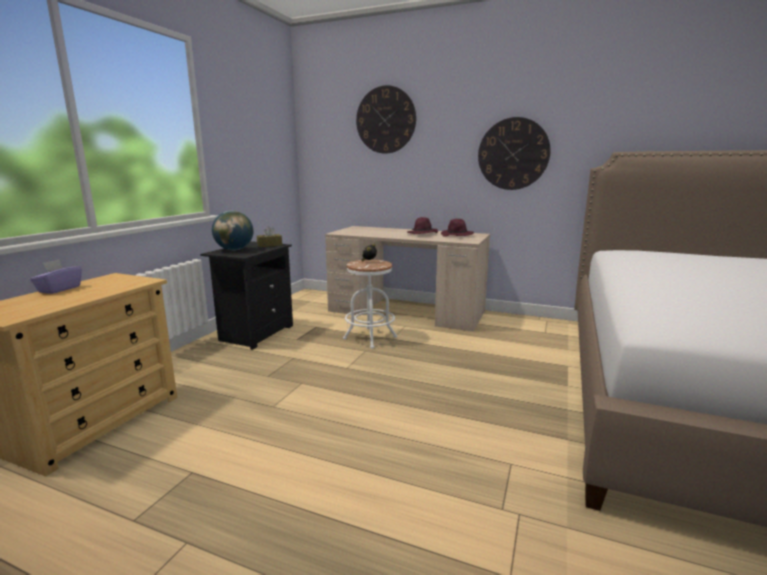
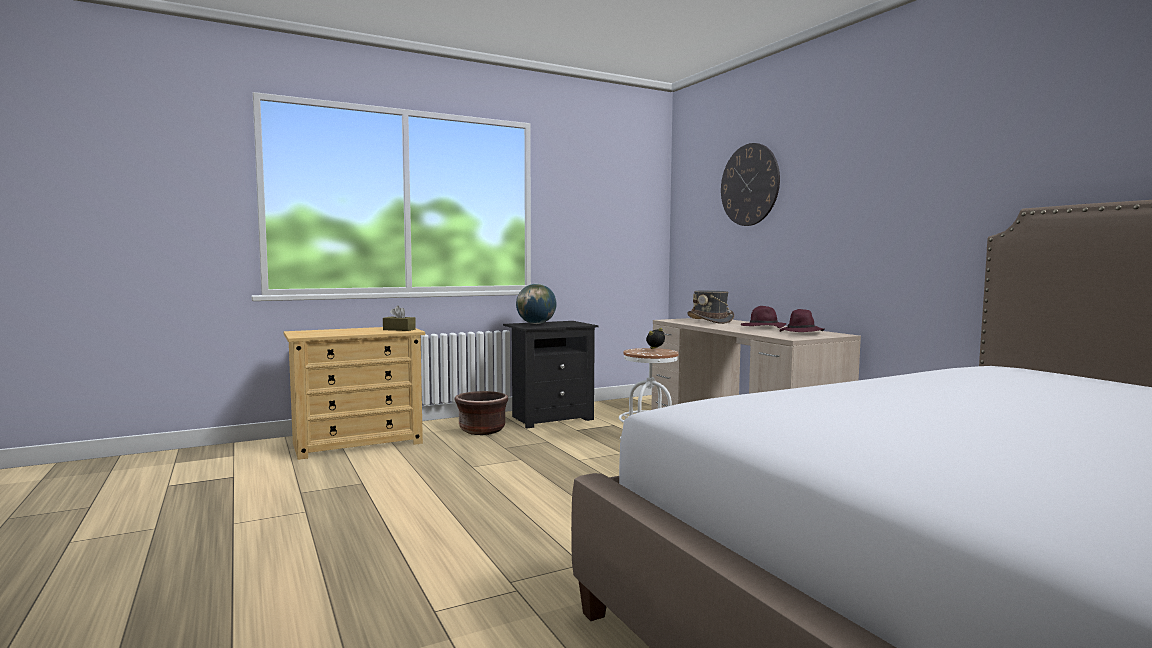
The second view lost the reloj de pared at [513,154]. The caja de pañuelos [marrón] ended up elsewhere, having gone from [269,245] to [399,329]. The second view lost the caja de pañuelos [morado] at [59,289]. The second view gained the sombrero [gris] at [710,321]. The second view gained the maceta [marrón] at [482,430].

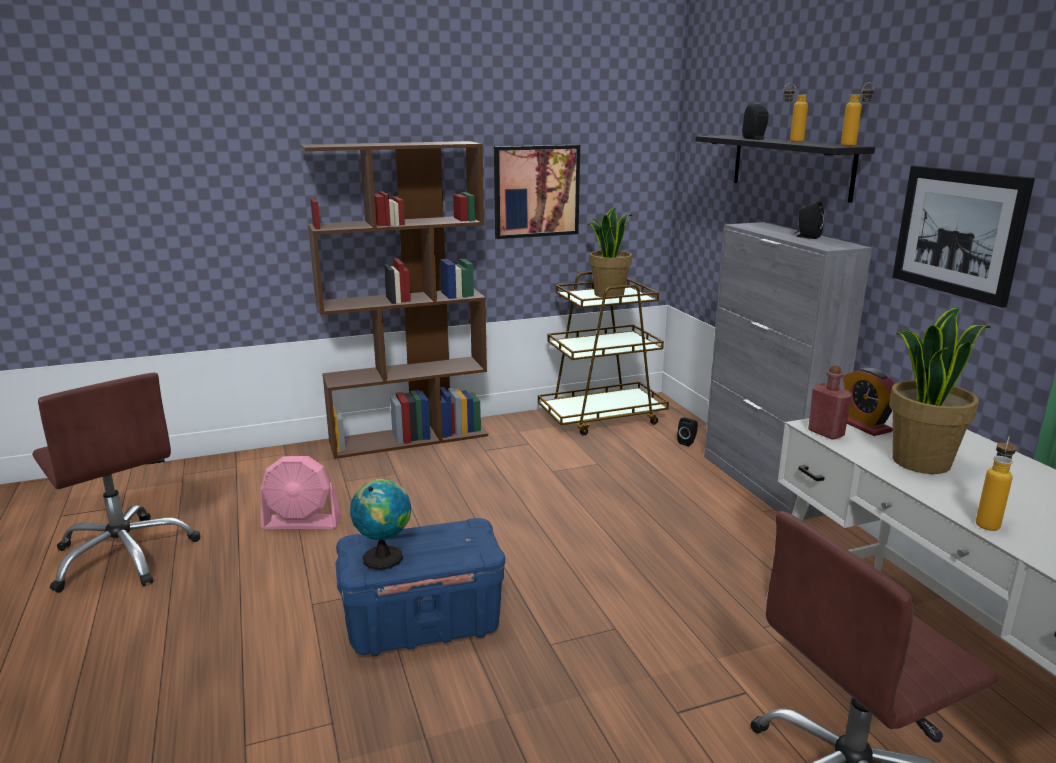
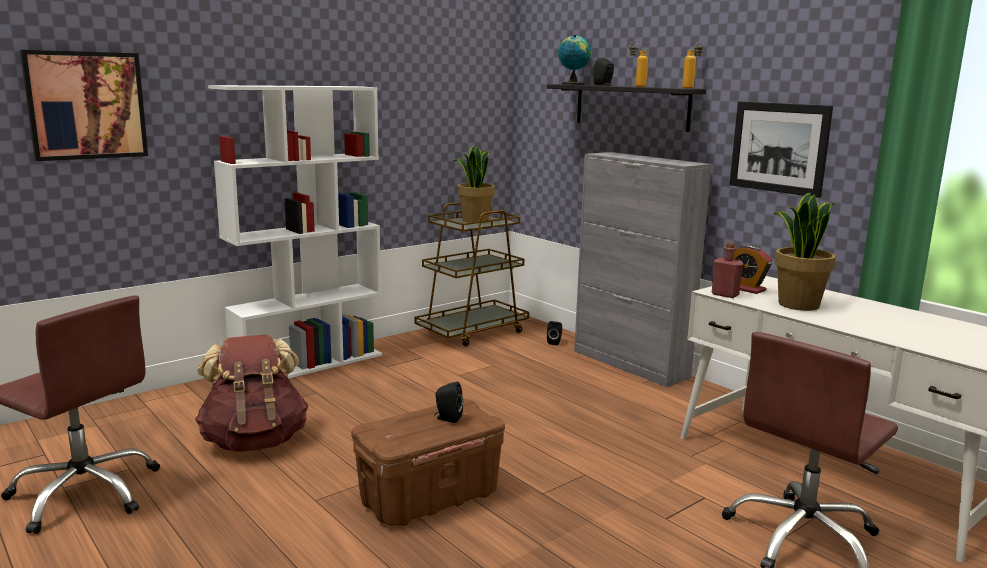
What was the estantería [marrón] at [409,438] turned into the estantería [blanco] at [309,364]. The cuadro ended up elsewhere, having gone from [536,191] to [86,105]. The altavoz [negro] ended up elsewhere, having gone from [807,237] to [447,418]. The second view lost the botella at [988,521]. Where the ventilador [rosa] stood at [302,522], the mochila [marrón] came to stand at [255,441]. The globo terráqueo ended up elsewhere, having gone from [384,556] to [572,84]. What was the caja de almacenaje [azul] at [424,625] turned into the caja de almacenaje [marrón] at [429,497].

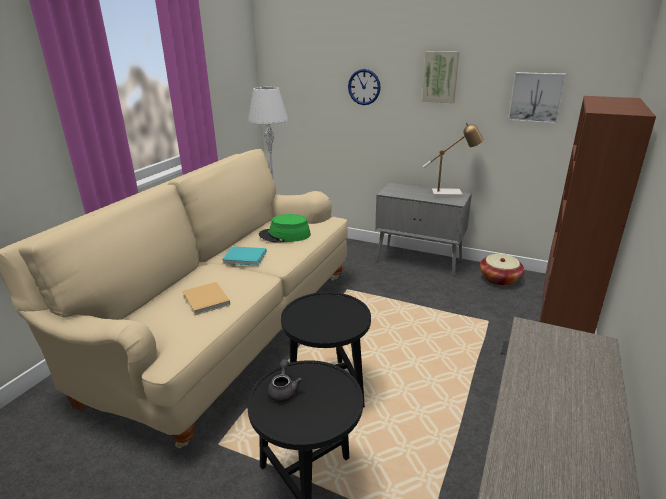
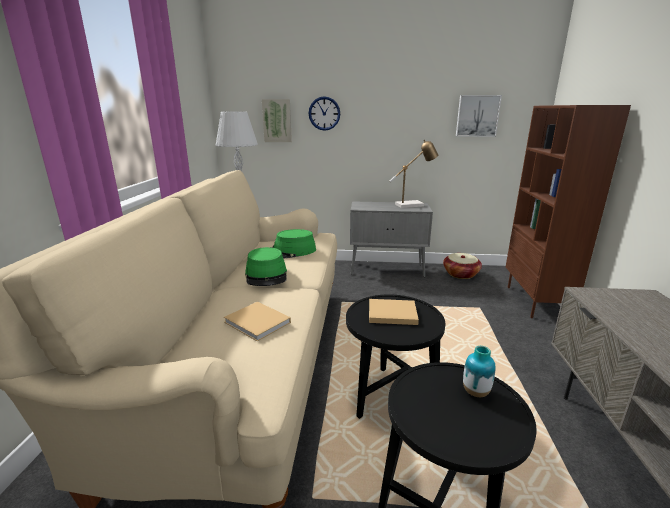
The cuadro ended up elsewhere, having gone from [440,77] to [277,121]. Where the libro [turquesa] stood at [246,257], the sombrero [verde] came to stand at [266,275]. The second view lost the tetera [gris] at [283,390]. The second view gained the libro [beis] at [390,313]. The second view gained the florero at [475,392].

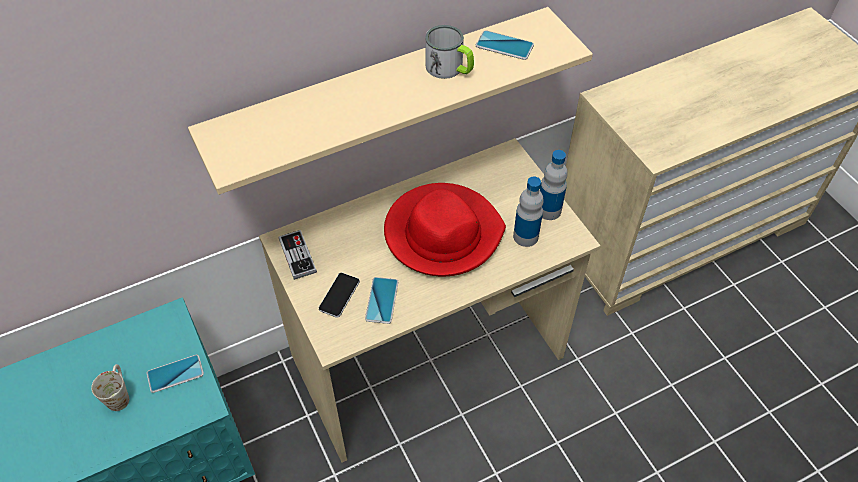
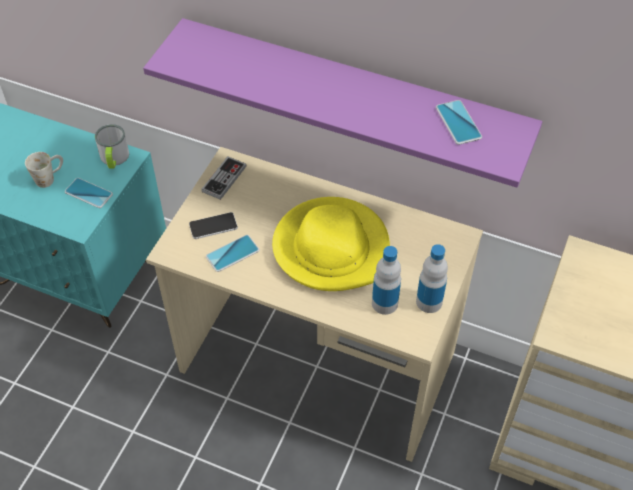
What was the estante [beis] at [381,95] turned into the estante [morado] at [352,98]. The taza grande ended up elsewhere, having gone from [450,69] to [114,159]. What was the sombrero [rojo] at [442,233] turned into the sombrero [amarillo] at [332,248].

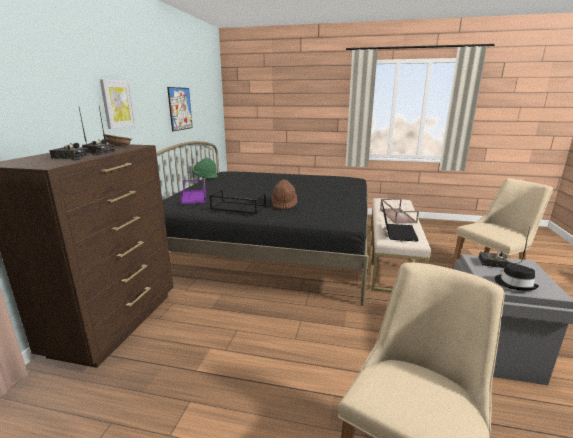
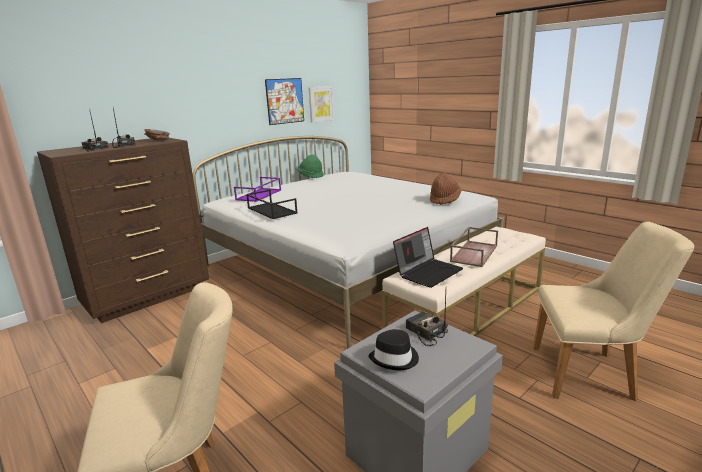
The cuadro ended up elsewhere, having gone from [117,104] to [320,104]. What was the cama [negro] at [271,246] turned into the cama [blanco] at [349,264]. The sombrero [marrón] ended up elsewhere, having gone from [284,204] to [444,200].

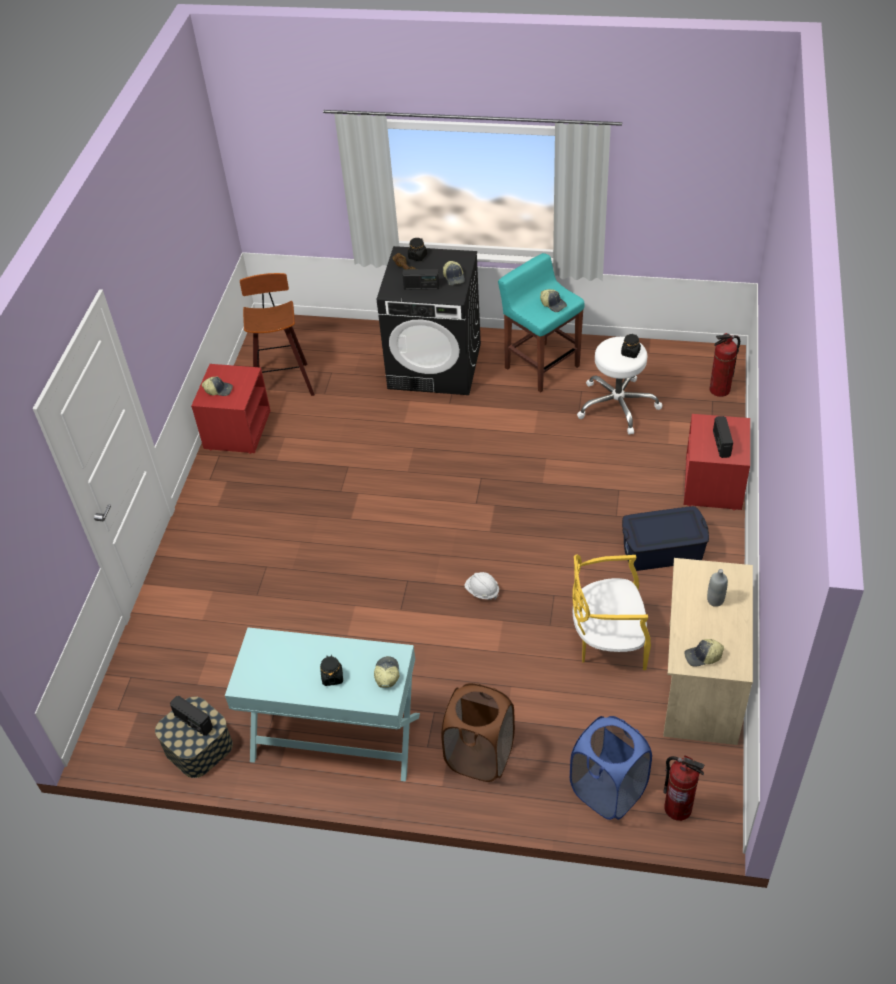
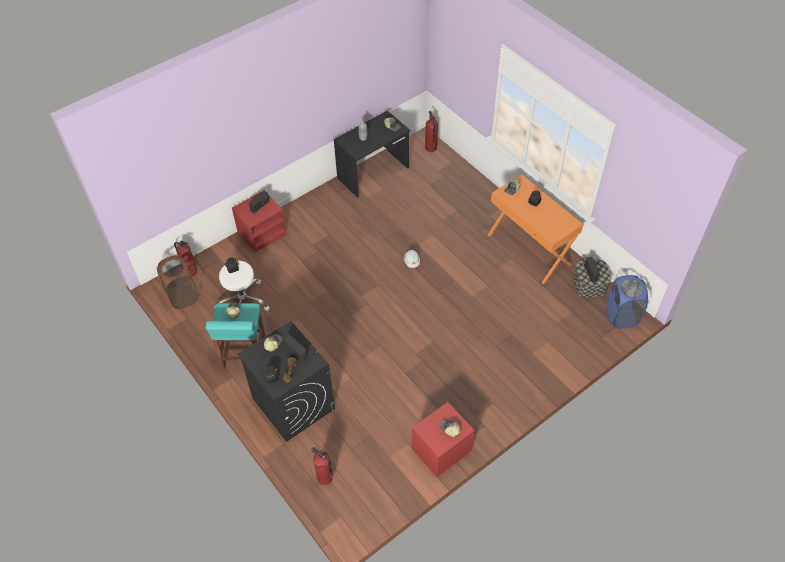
The second view lost the taburete at [282,381]. The second view lost the caja de almacenaje [azul] at [662,551]. The second view lost the silla [amarillo] at [608,641]. What was the escritorio [beis] at [700,682] turned into the escritorio [negro] at [373,173]. What was the mesa consola [turquesa] at [335,738] turned into the mesa consola [naranja] at [529,249]. The cesto de la ropa [marrón] ended up elsewhere, having gone from [479,756] to [182,296]. The cesto de la ropa [azul] ended up elsewhere, having gone from [608,791] to [621,316]. The second view gained the extintor at [324,477].

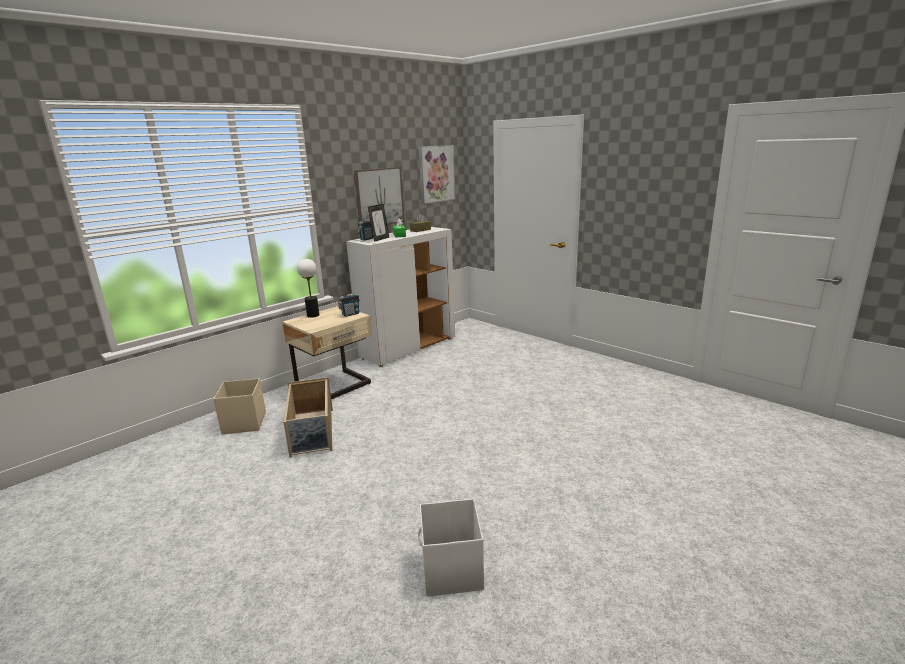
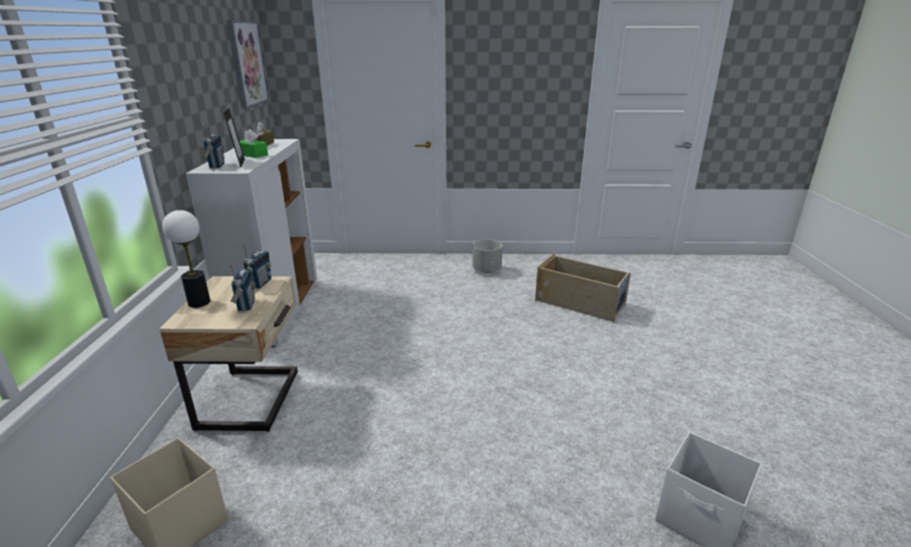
The second view lost the cuadro at [379,197]. The caja de almacenaje [beis] ended up elsewhere, having gone from [312,432] to [580,303]. The second view gained the maceta [gris] at [486,270]. The second view gained the radio at [246,305].

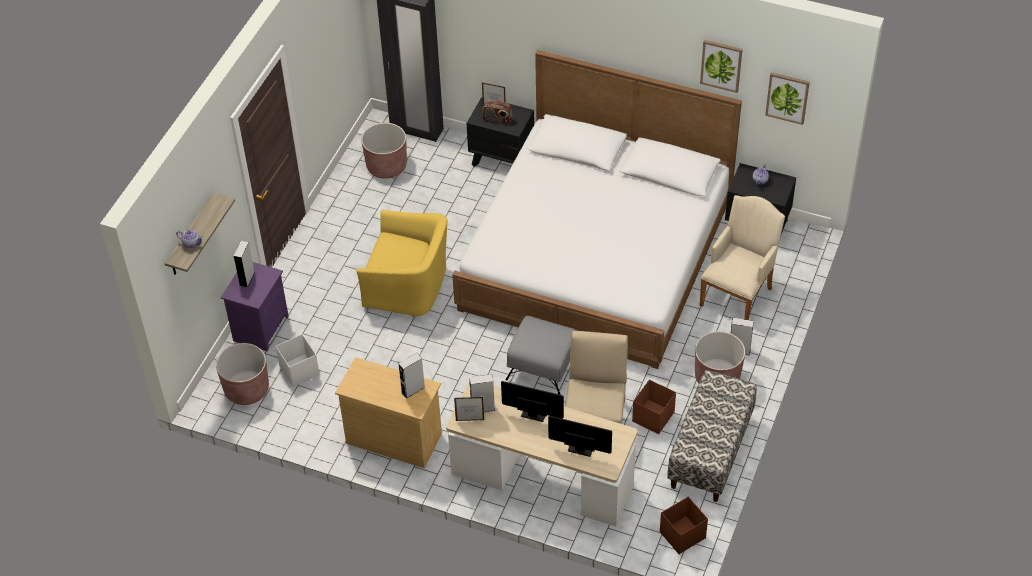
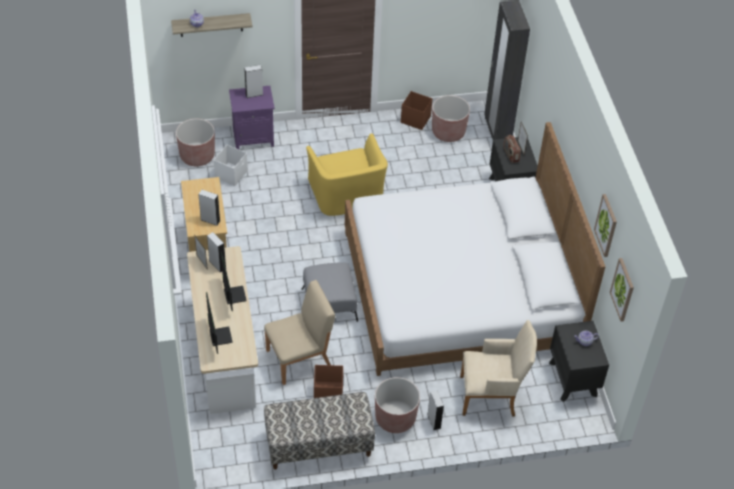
The caja de almacenaje [marrón] ended up elsewhere, having gone from [681,535] to [415,119].

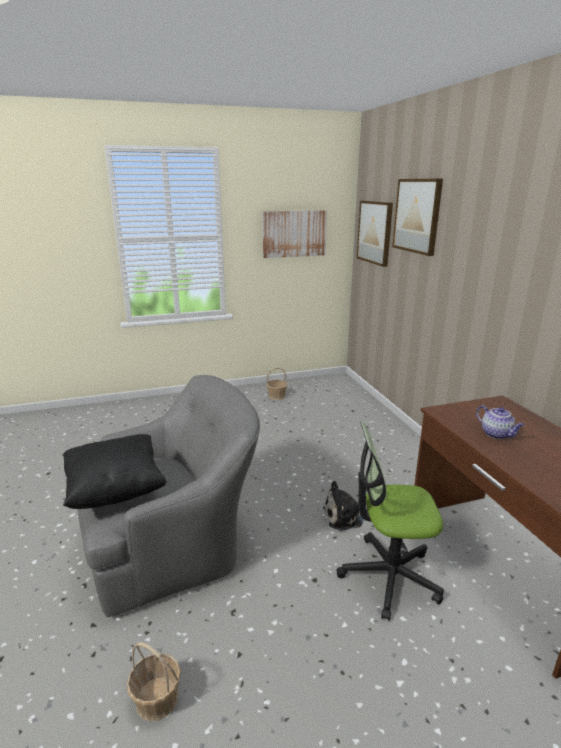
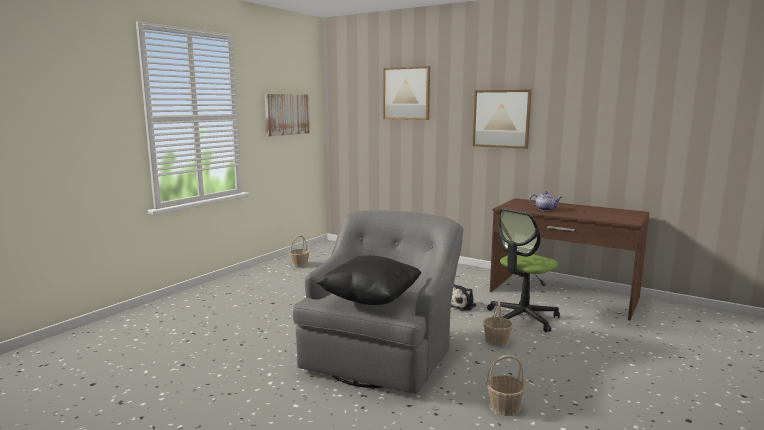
The cuadro ended up elsewhere, having gone from [375,232] to [501,118]. The second view gained the cesta at [497,341].

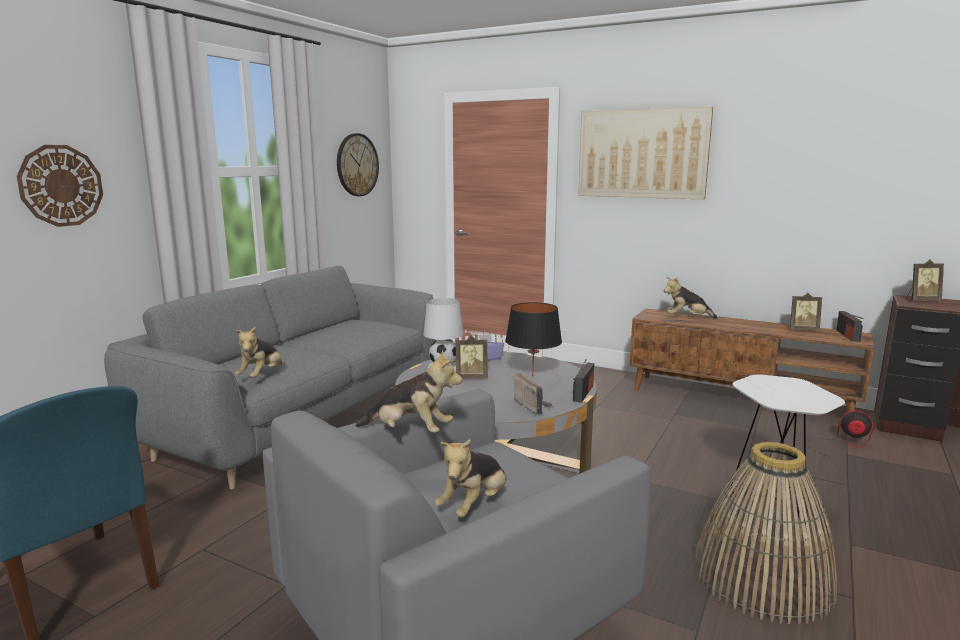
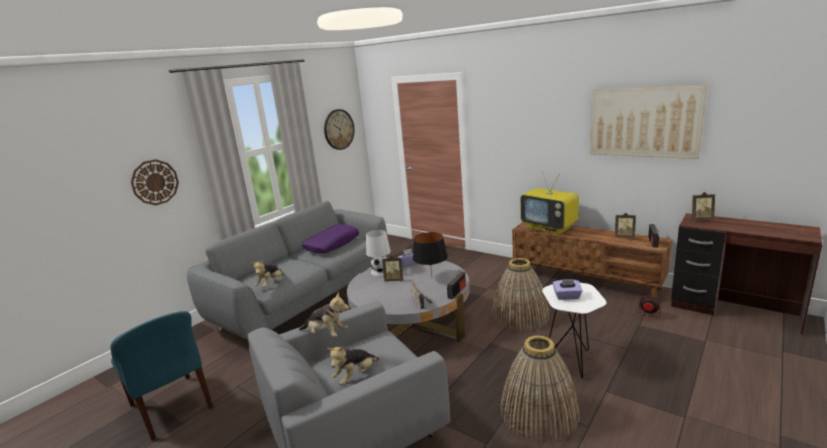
The cuadro ended up elsewhere, having gone from [642,154] to [643,122]. Where the peluche stood at [687,318], the televisor came to stand at [549,228]. The second view gained the cojín [morado] at [332,244]. The second view gained the cesta at [520,316]. The second view gained the caja de pañuelos [morado] at [567,296].

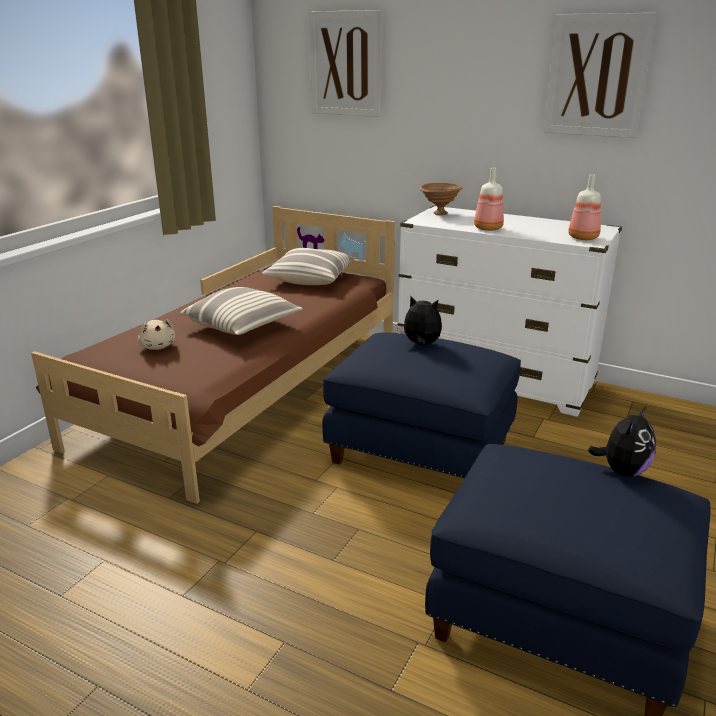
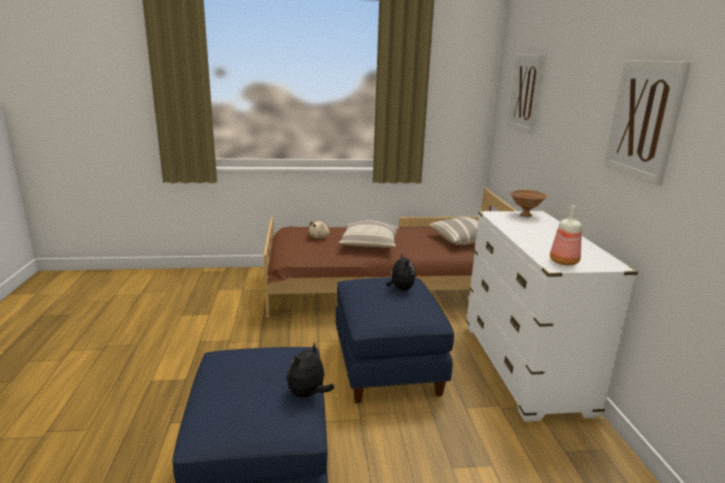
The second view lost the botella at [487,228]. The peluche at [622,471] ended up facing another way, 120 degrees clockwise from before.

